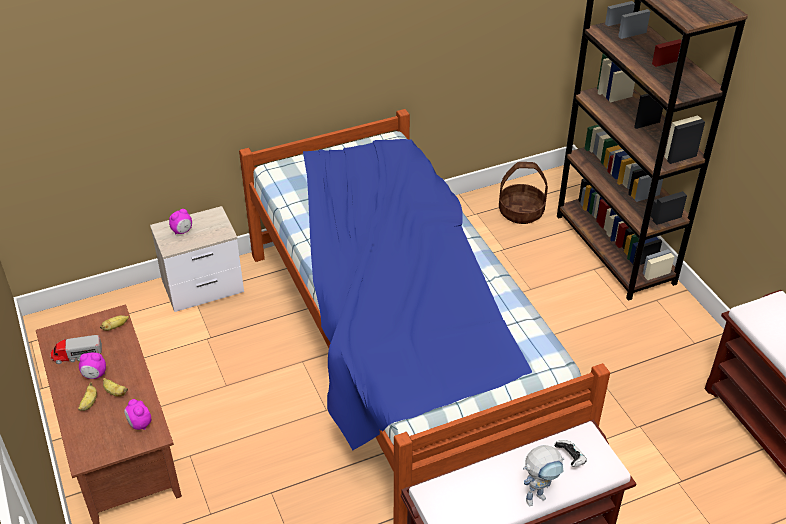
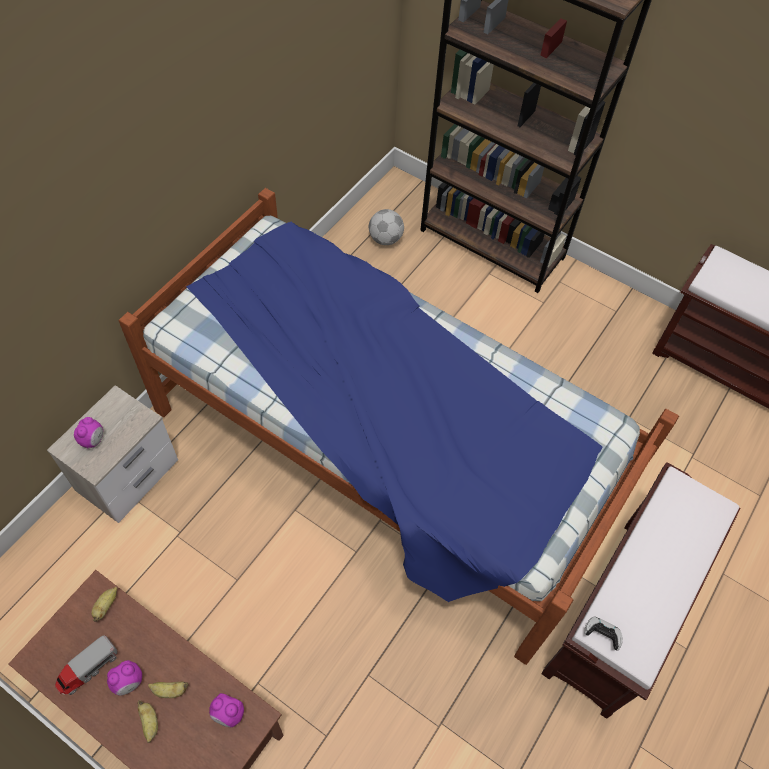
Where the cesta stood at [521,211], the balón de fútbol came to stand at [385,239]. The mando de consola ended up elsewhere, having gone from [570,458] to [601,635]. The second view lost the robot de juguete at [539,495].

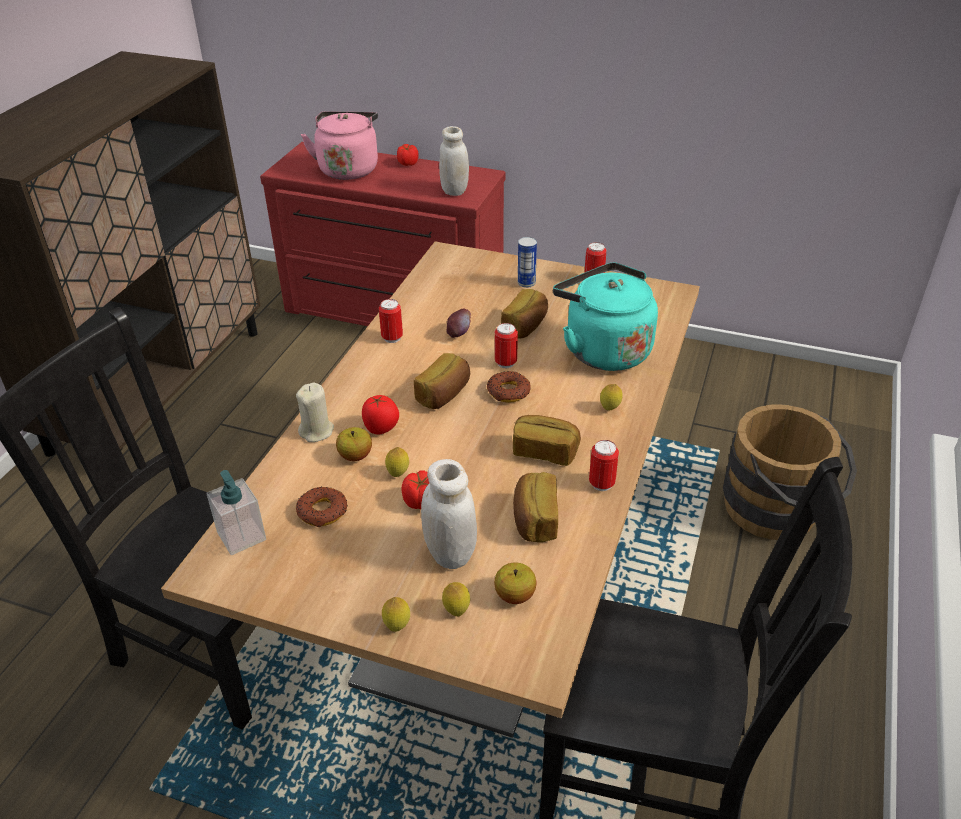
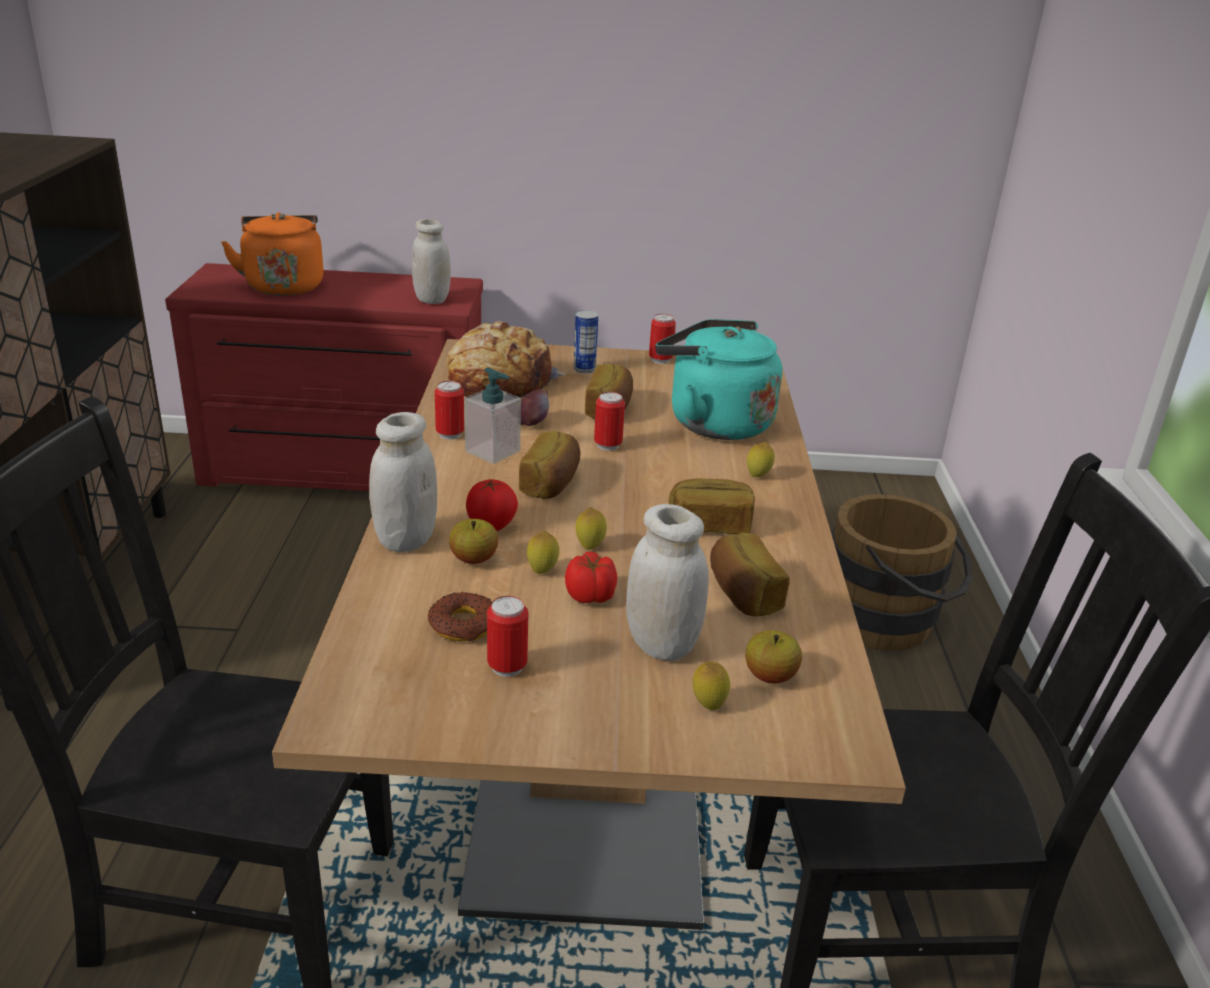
What was the hervidor [rosa] at [348,169] turned into the hervidor [naranja] at [283,286]. The second view lost the tomate at [407,164]. The second view lost the rosquilla at [508,392]. Where the vela [beis] stood at [317,431], the tarro [blanco] came to stand at [405,539]. The lata ended up elsewhere, having gone from [601,484] to [507,667]. The dispensador de jabón ended up elsewhere, having gone from [241,536] to [493,451]. The limón ended up elsewhere, having gone from [397,626] to [590,546]. The second view gained the pan at [499,382].

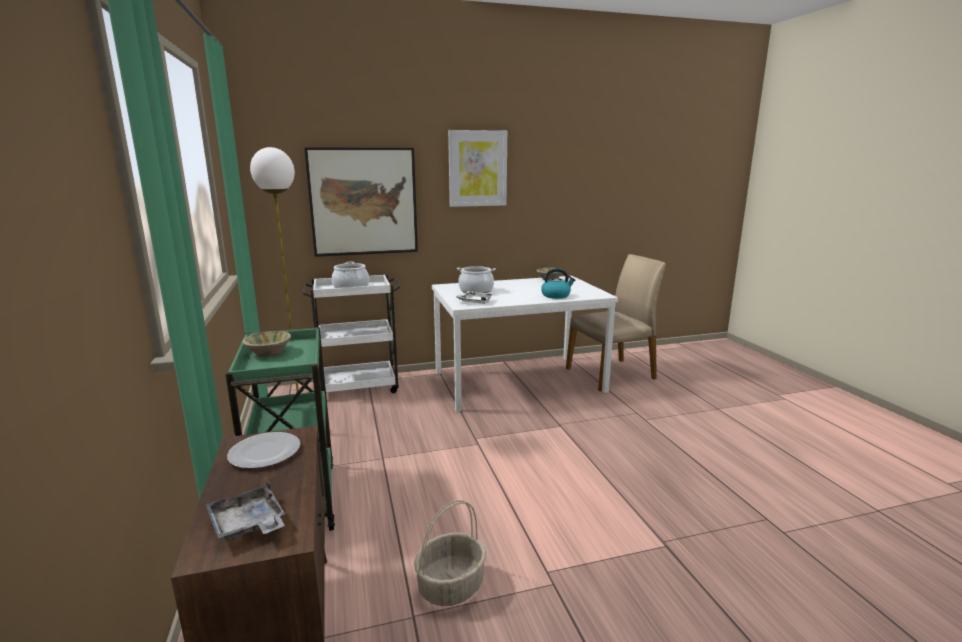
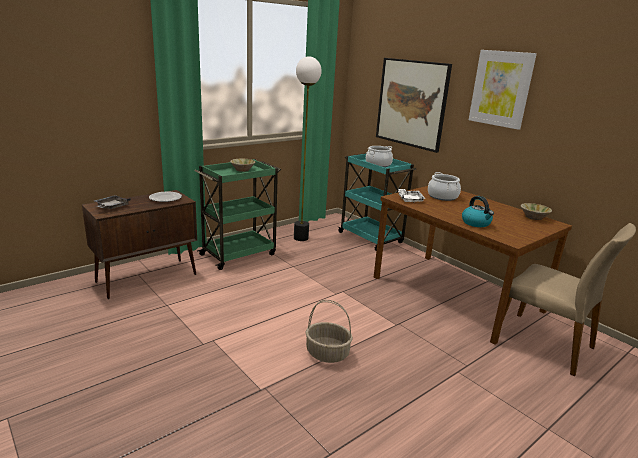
What was the carrito [blanco] at [359,387] turned into the carrito [turquesa] at [371,238]. What was the mesa de comedor [blanco] at [519,381] turned into the mesa de comedor [marrón] at [456,294]. The cesta ended up elsewhere, having gone from [451,585] to [328,353].

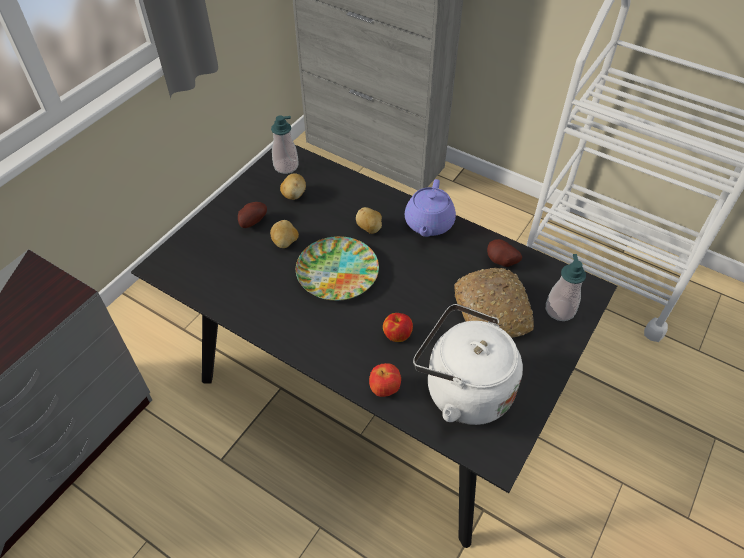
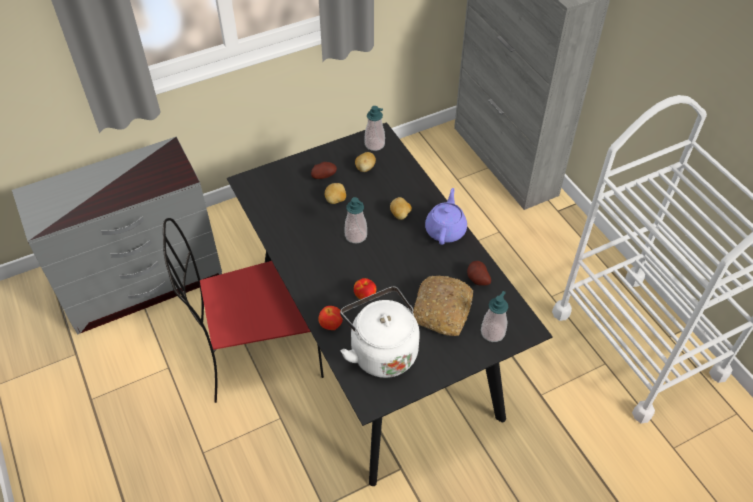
The tetera [morado] at [428,224] ended up facing another way, 150 degrees clockwise from before. Where the plato stood at [337,272], the dispensador de jabón came to stand at [356,235]. The second view gained the silla [rojo] at [257,351].

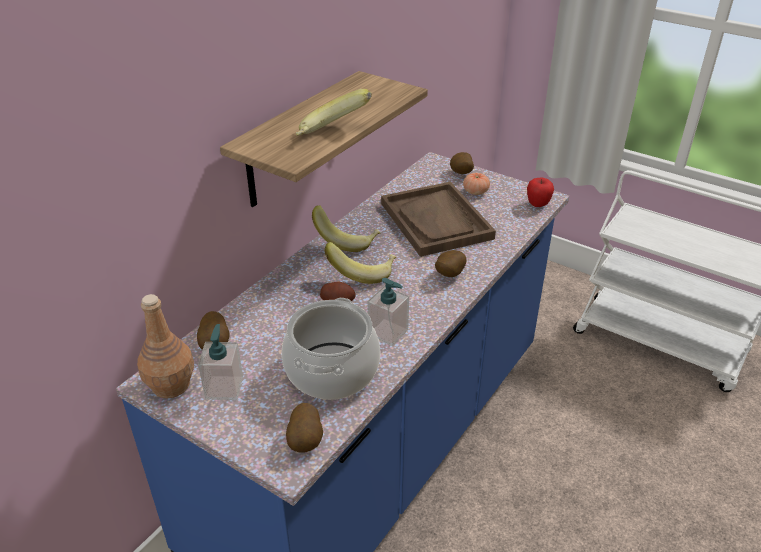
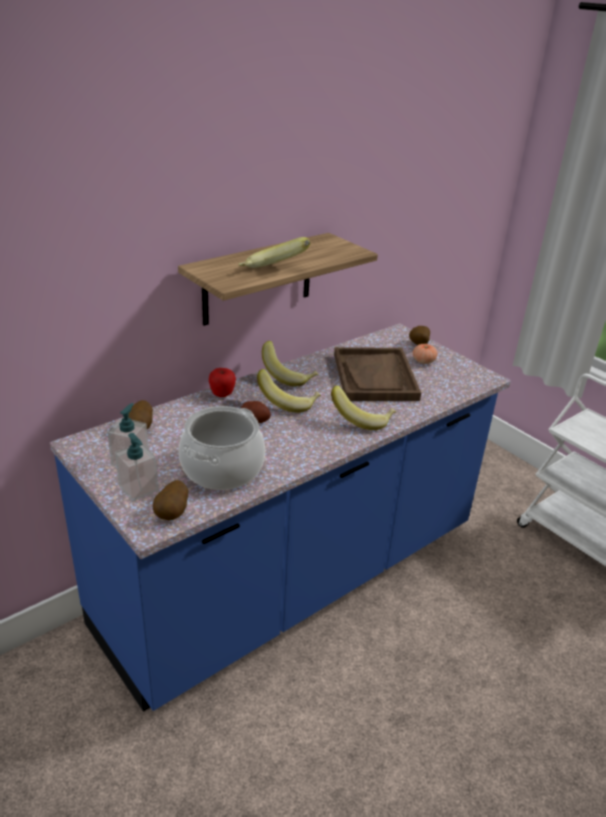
The manzana ended up elsewhere, having gone from [537,204] to [222,395]. Where the patata stood at [448,275], the plátano came to stand at [362,419]. The dispensador de jabón ended up elsewhere, having gone from [388,332] to [138,488]. The second view lost the botella [marrón] at [170,385].

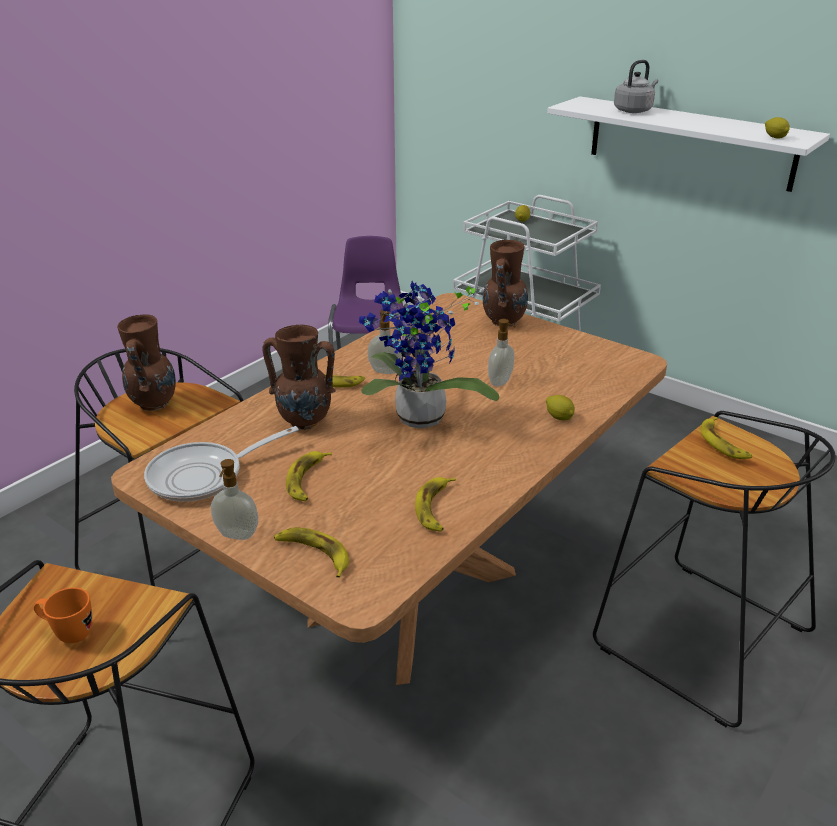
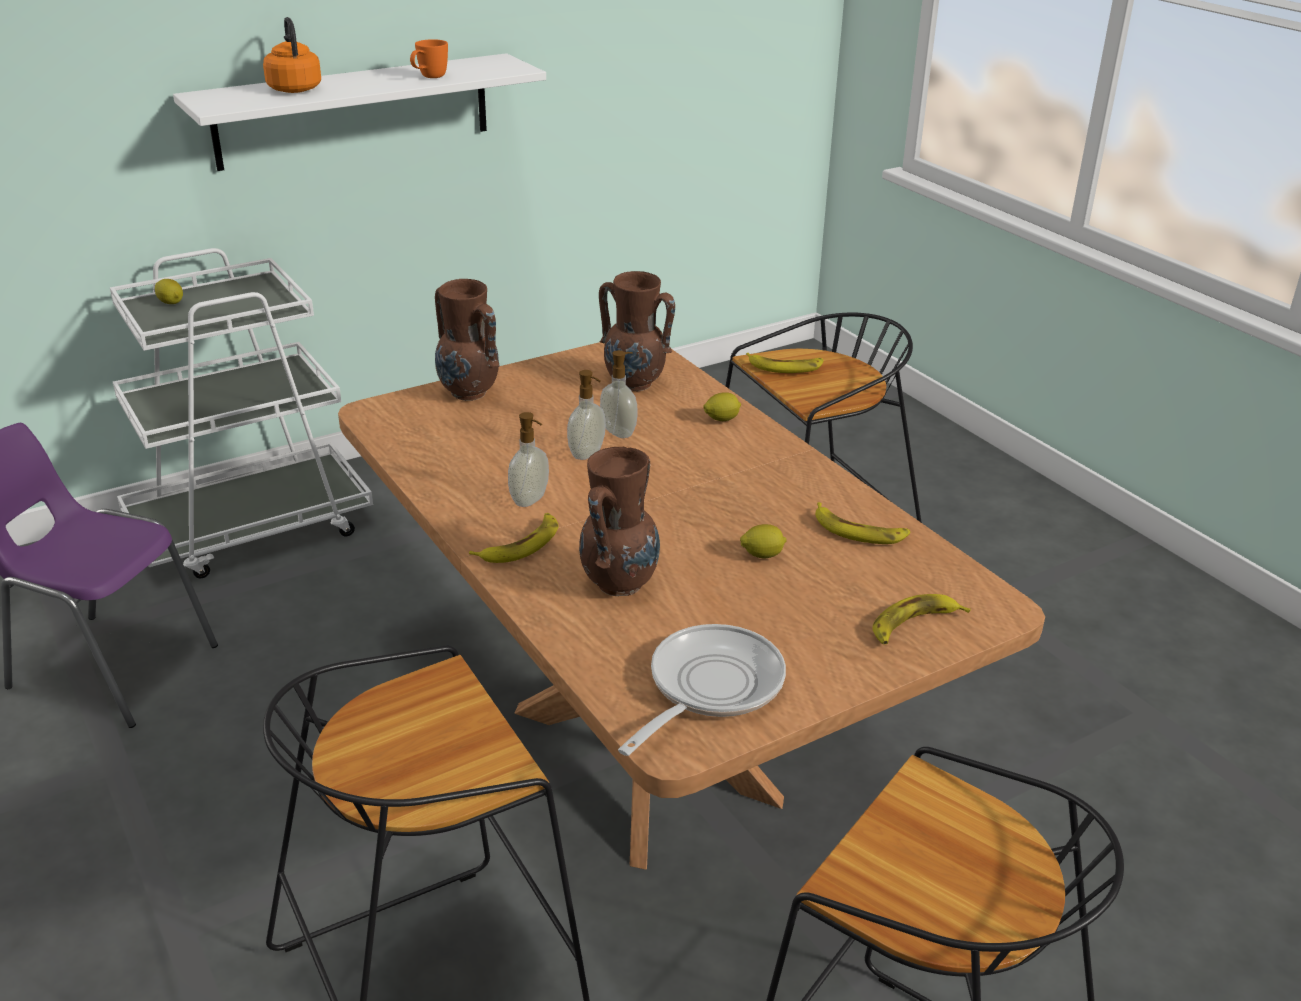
What was the hervidor [gris] at [634,110] turned into the hervidor [naranja] at [294,88]. The limón ended up elsewhere, having gone from [775,137] to [762,555]. The second view lost the planta en maceta at [418,421]. The florero [marrón] ended up elsewhere, having gone from [153,404] to [635,384]. The sartén at [204,476] ended up facing another way, 135 degrees counterclockwise from before. The second view lost the plátano at [307,480]. The dispensador de jabón ended up elsewhere, having gone from [236,535] to [588,454]. The taza grande [naranja] ended up elsewhere, having gone from [68,633] to [429,78].

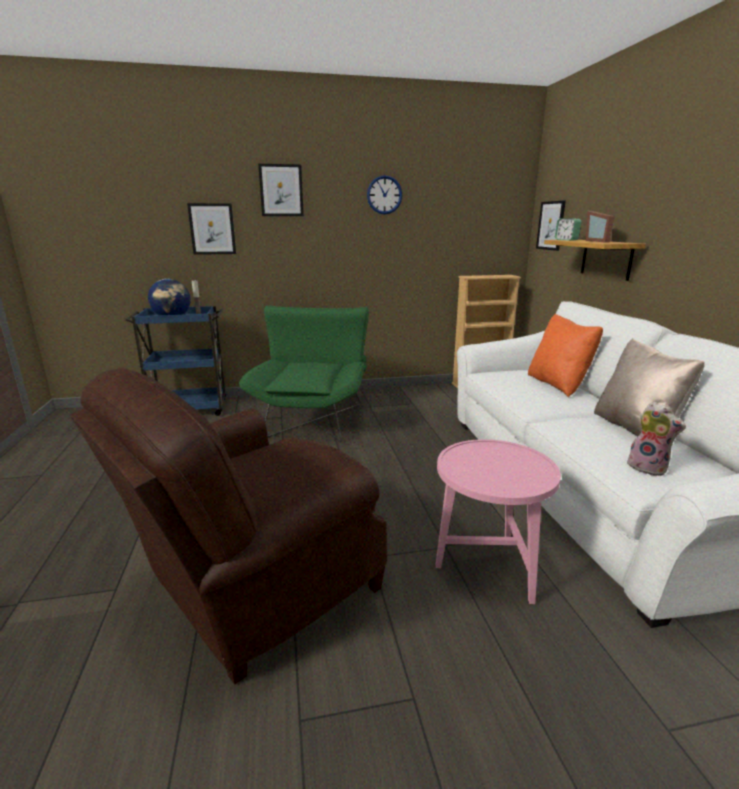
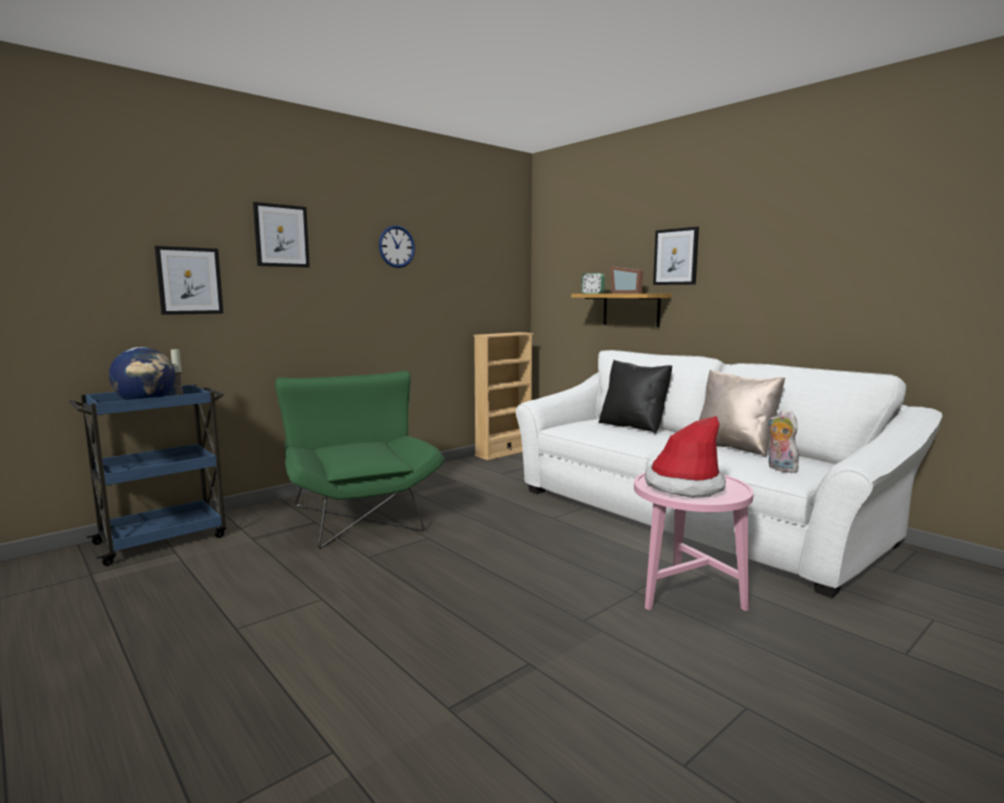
The cuadro ended up elsewhere, having gone from [551,225] to [675,257]. What was the cojín [naranja] at [558,385] turned into the cojín [negro] at [633,426]. The second view lost the sillón [marrón] at [256,588]. The peluche at [648,468] ended up facing another way, 135 degrees counterclockwise from before. The second view gained the sombrero at [684,486].

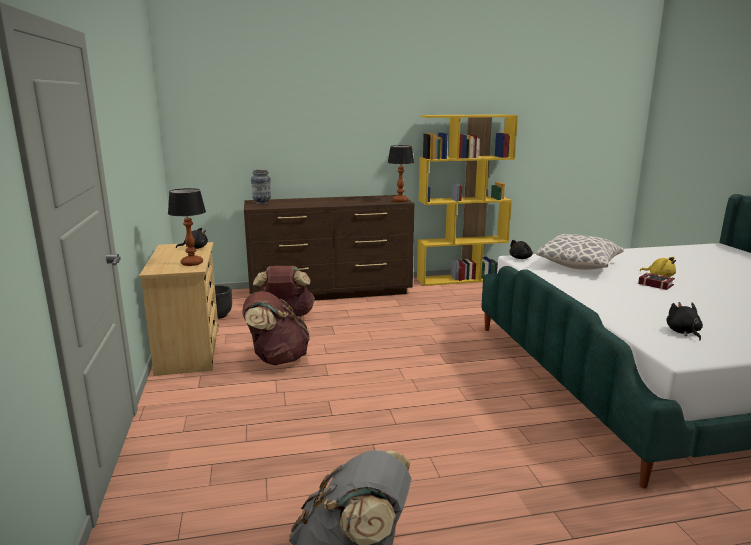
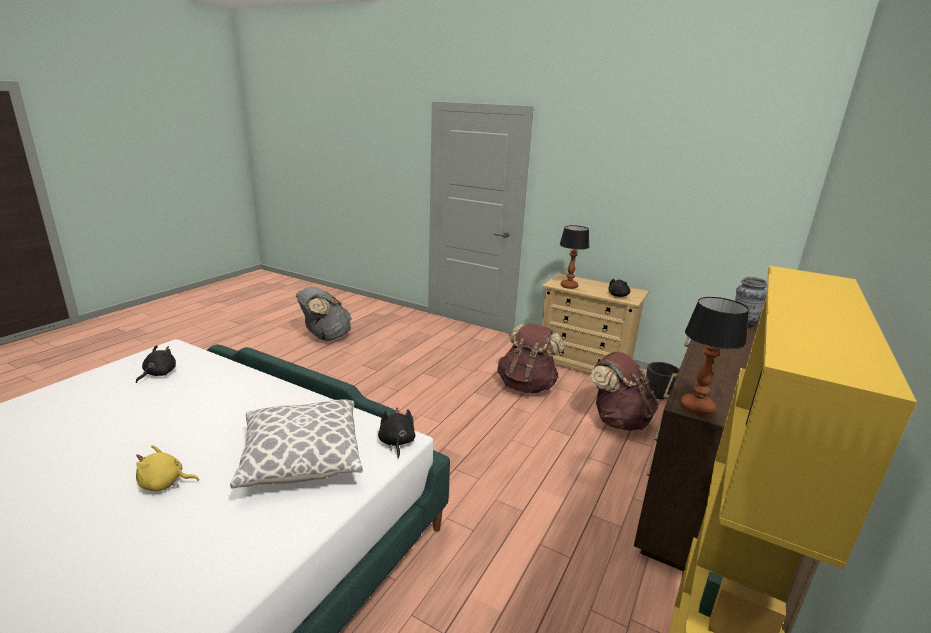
The second view lost the libro at [654,284]. The peluche [negro] at [683,332] ended up facing another way, 105 degrees counterclockwise from before.

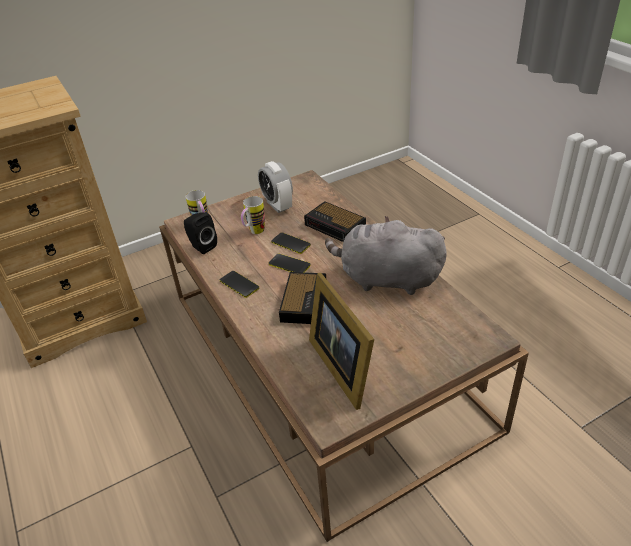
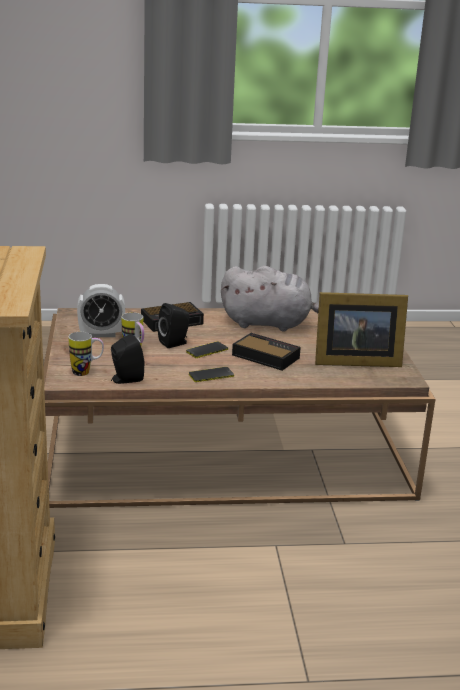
The peluche [gris] at [386,279] ended up facing another way, 120 degrees counterclockwise from before. Where the móvil stood at [290,243], the altavoz [negro] came to stand at [175,343].

